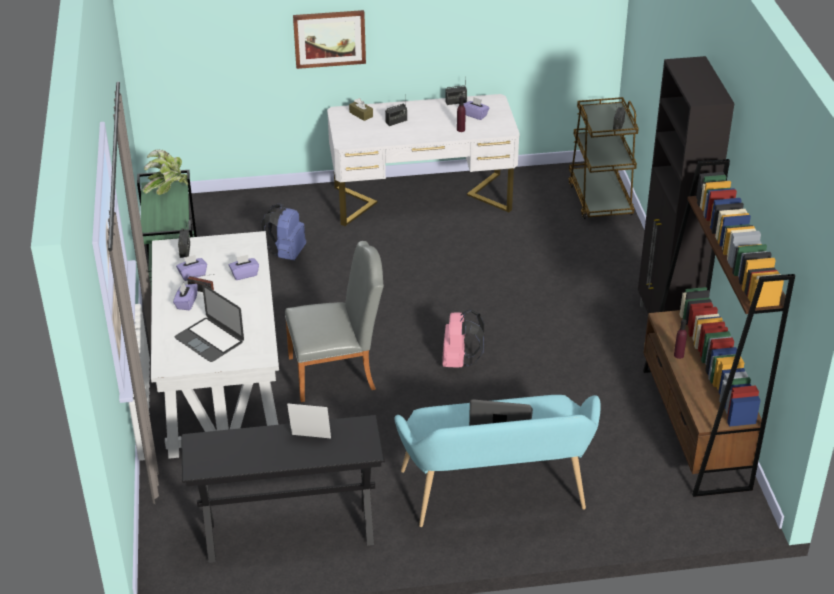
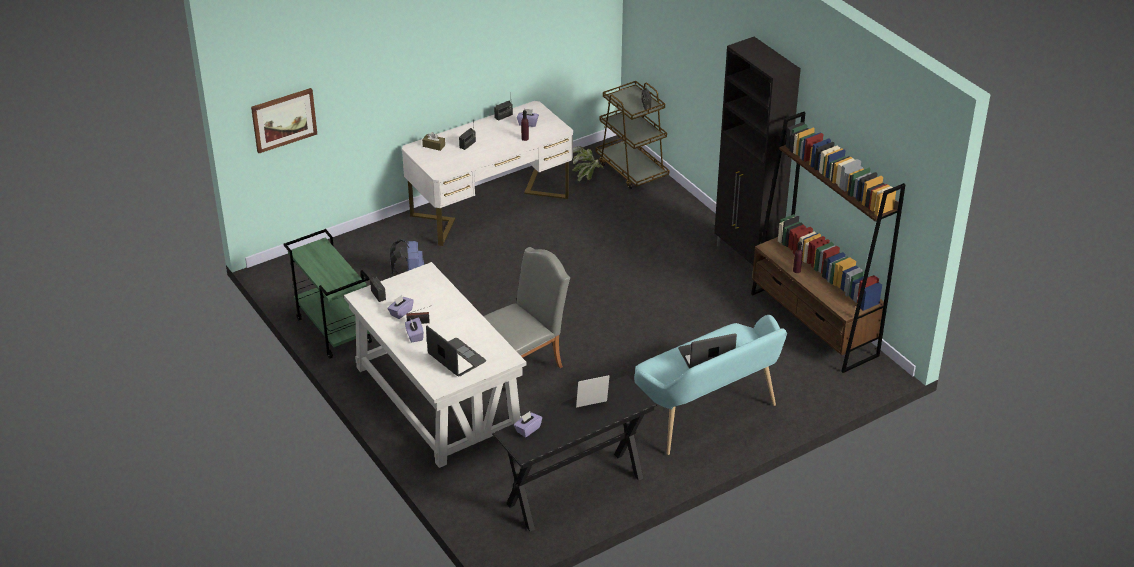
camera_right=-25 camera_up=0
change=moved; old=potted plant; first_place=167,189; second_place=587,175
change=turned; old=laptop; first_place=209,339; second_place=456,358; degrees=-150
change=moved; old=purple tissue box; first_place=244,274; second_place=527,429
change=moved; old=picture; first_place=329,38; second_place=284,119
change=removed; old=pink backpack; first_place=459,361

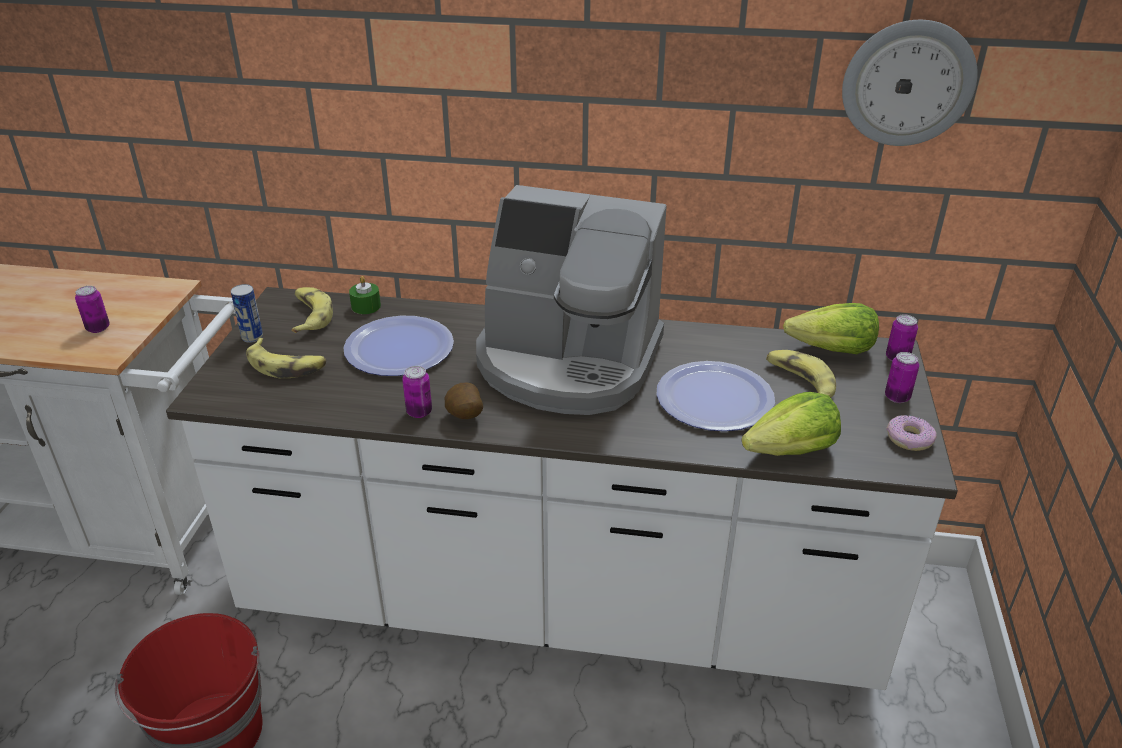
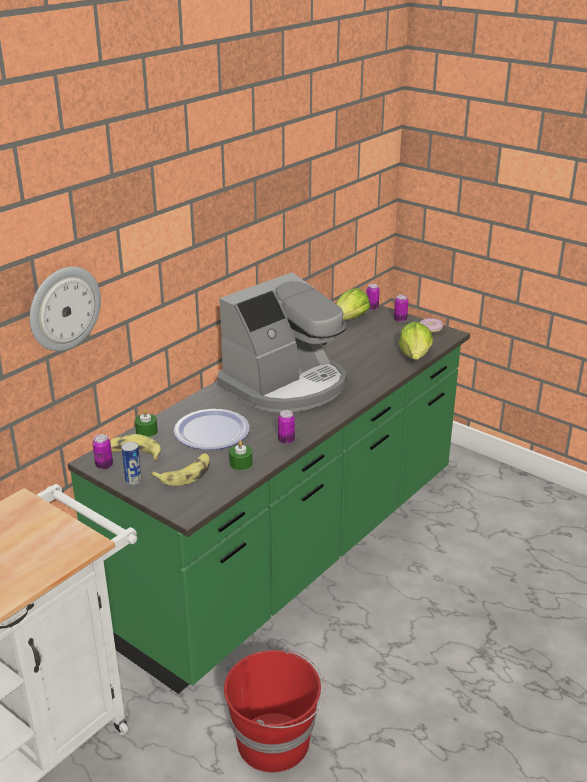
camera_right=-60 camera_up=-5
change=moved; old=can; first_place=98,328; second_place=104,465
change=recoloured; old=white counter; new=green counter; first_place=561,601; second_place=293,552
change=removed; old=potato; first_place=464,417
change=removed; old=plate; first_place=714,398
change=removed; old=banana; first_place=799,382
change=moved; old=wall clock; first_place=907,83; second_place=64,308
change=added; new=green candle; second_place=241,463

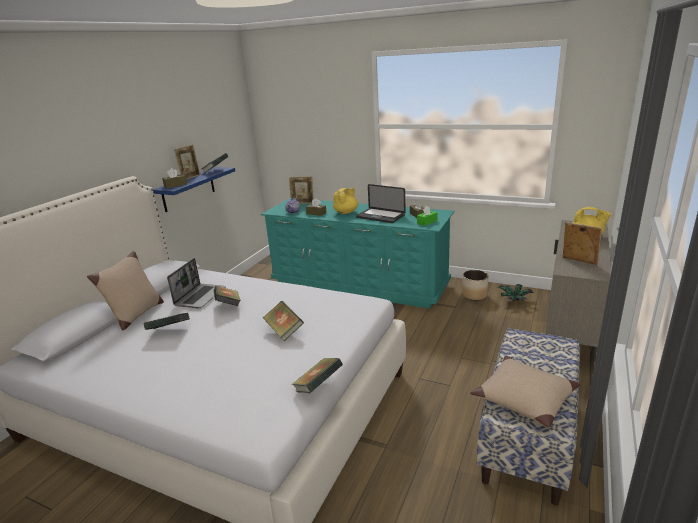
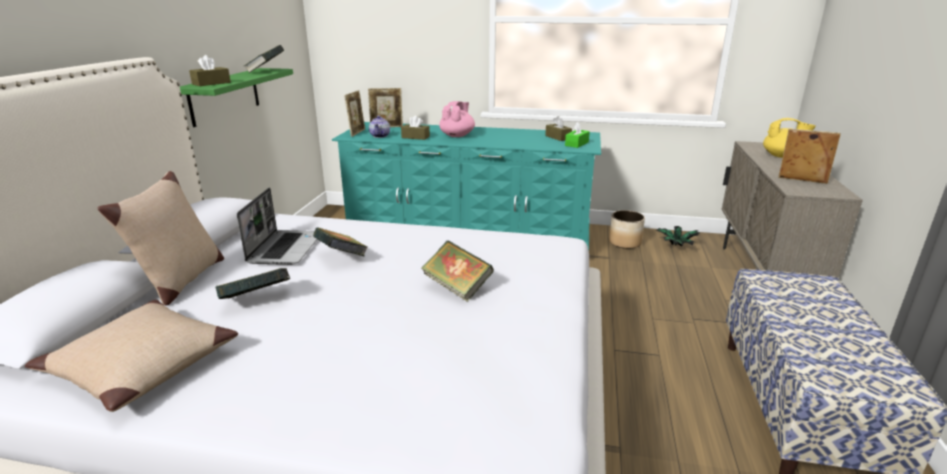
camera_right=-15 camera_up=0
change=recoloured; old=blue shelf; new=green shelf; first_place=188,189; second_place=225,96
change=moved; old=picture frame; first_place=190,178; second_place=357,133
change=removed; old=book; first_place=318,387
change=recoloured; old=yellow teapot; new=pink teapot; first_place=346,212; second_place=457,135
change=removed; old=laptop; first_place=380,216
change=moved; old=beige pillow; first_place=524,398; second_place=141,366

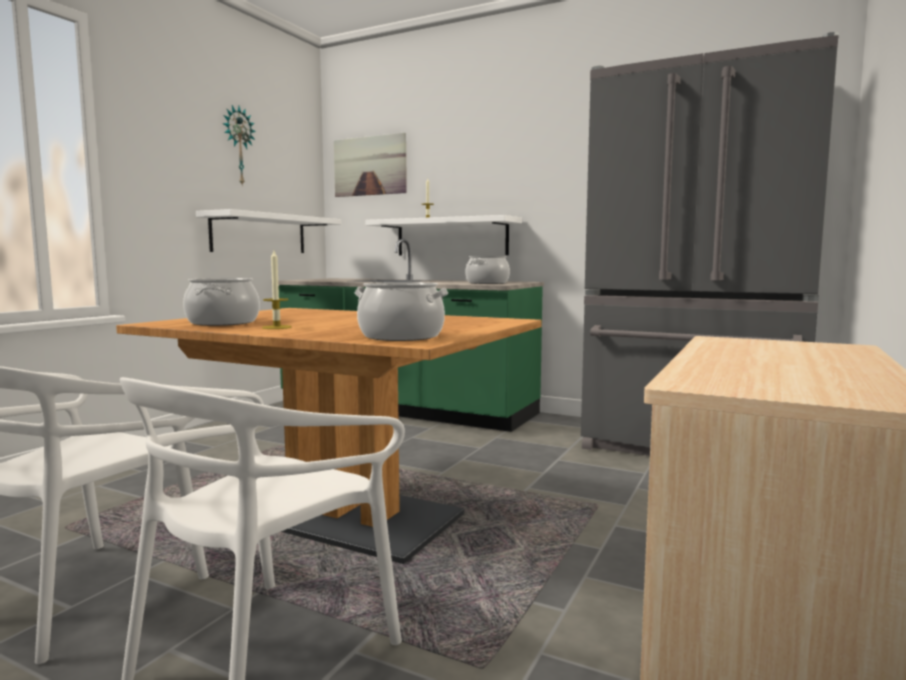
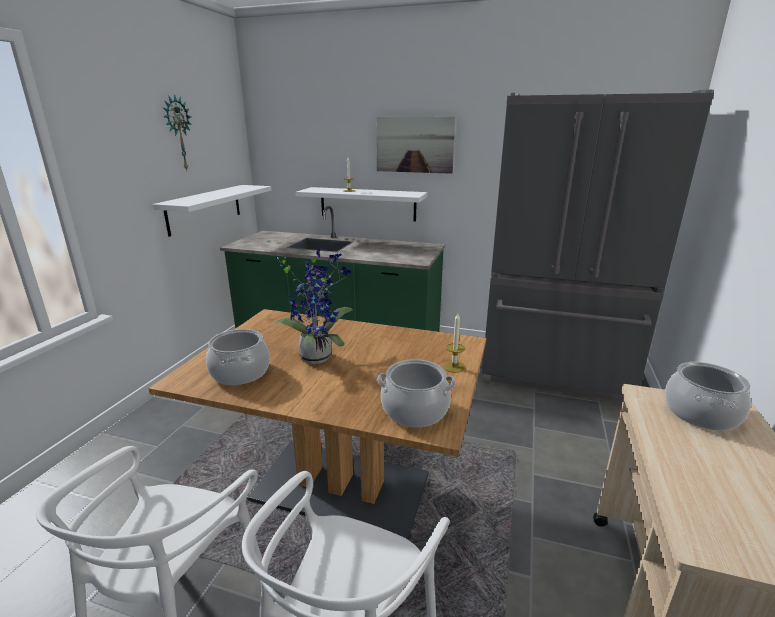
camera_right=-10 camera_up=15
change=moved; old=candle; first_place=276,327; second_place=454,367
change=moved; old=picture; first_place=370,166; second_place=414,144
change=moved; old=cooking pot; first_place=487,283; second_place=700,413
change=added; new=potted plant; second_place=318,355

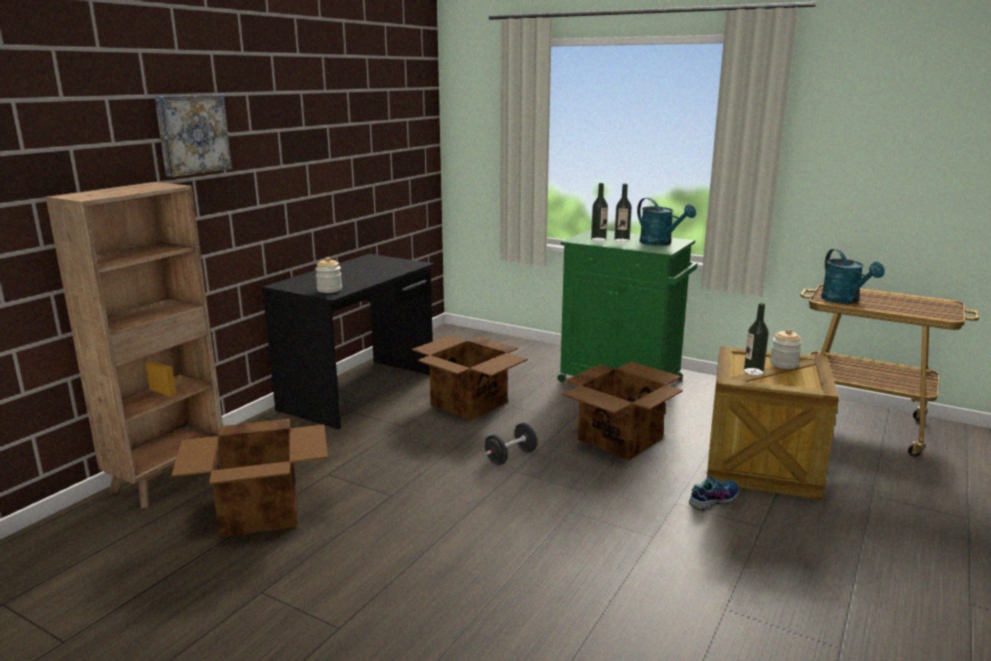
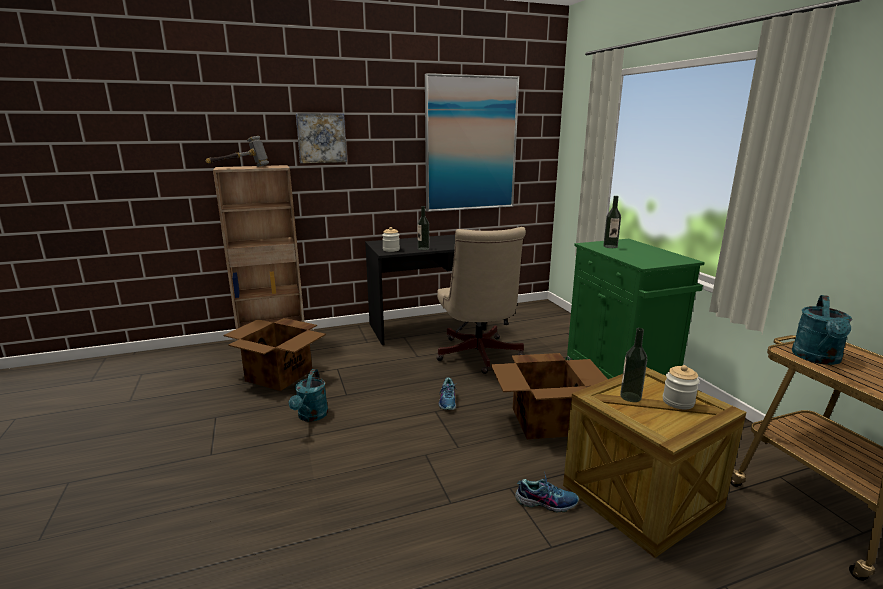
camera_right=40 camera_up=0
change=replaced; old=cardboard box; new=beige office chair; first_place=469,404; second_place=478,356
change=replaced; old=black dumbbell; new=shoe; first_place=510,457; second_place=448,401
change=moved; old=bottle; first_place=622,240; second_place=423,248
change=moved; old=turquoise watering can; first_place=660,243; second_place=311,416
change=added; new=hammer; second_place=240,167
change=added; new=picture; second_place=471,144

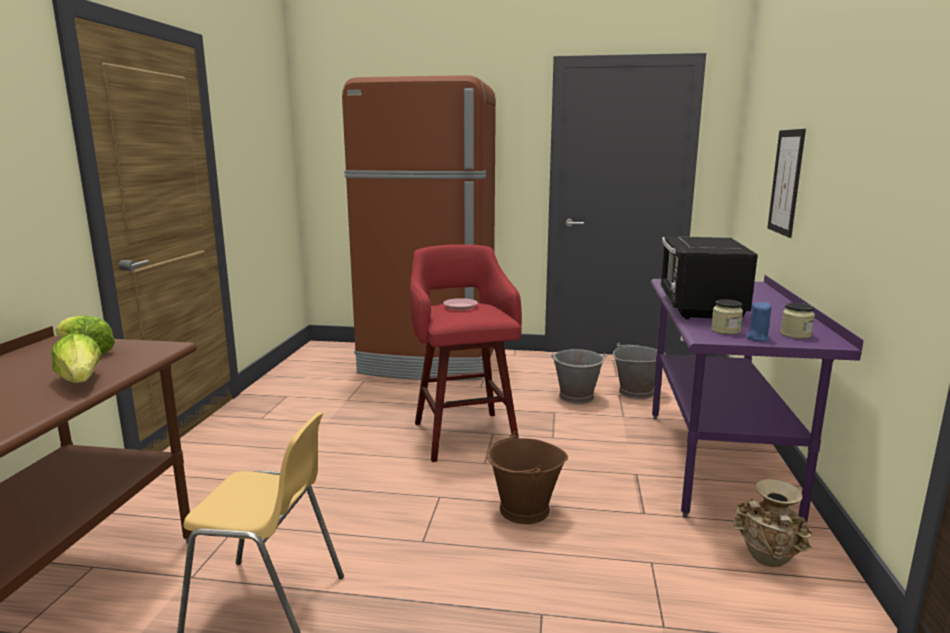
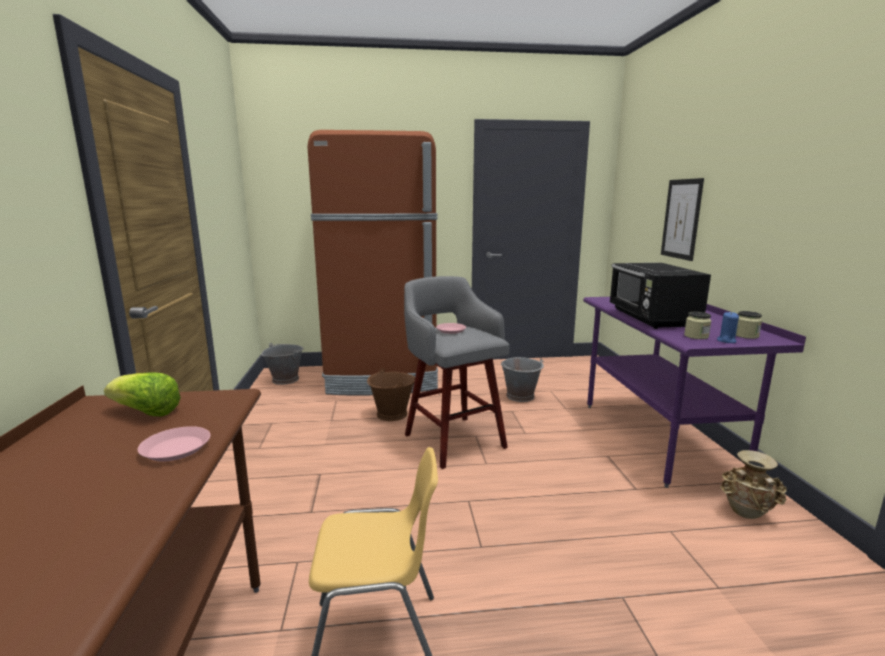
camera_right=-15 camera_up=0
change=replaced; old=lettuce; new=pink plate; first_place=81,381; second_place=176,448
change=recoloured; old=red stool; new=grey stool; first_place=464,434; second_place=453,439
change=moved; old=brown bucket; first_place=524,510; second_place=392,414
change=moved; old=grey bucket; first_place=635,392; second_place=285,379

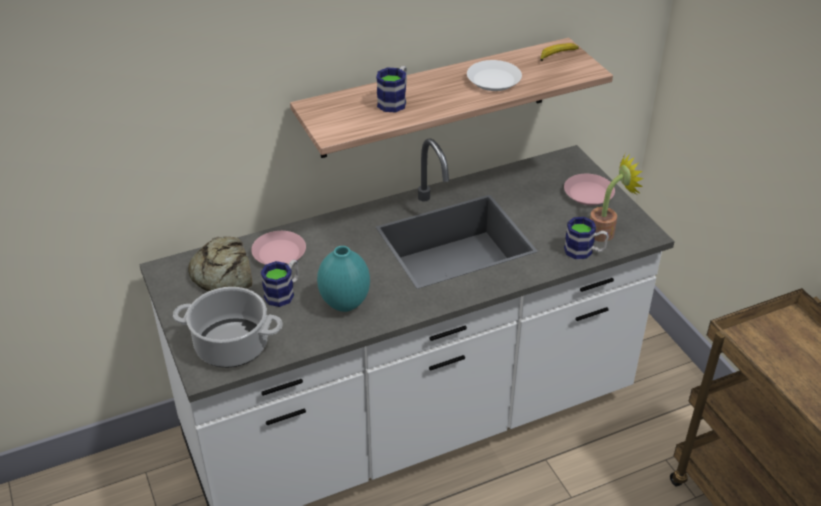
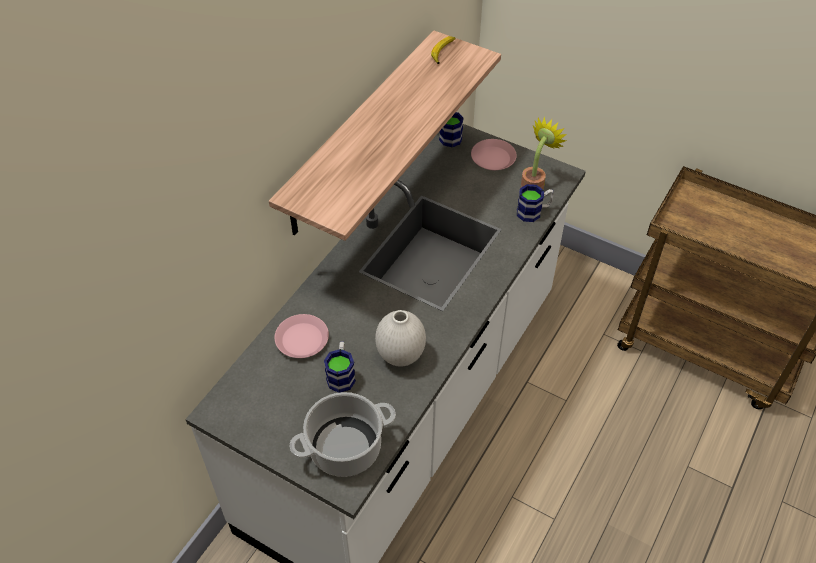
camera_right=-35 camera_up=10
change=removed; old=bread; first_place=223,273
change=recoloured; old=turquoise vase; new=white vase; first_place=344,304; second_place=400,357
change=moved; old=mug; first_place=395,101; second_place=449,135
change=removed; old=white plate; first_place=494,80

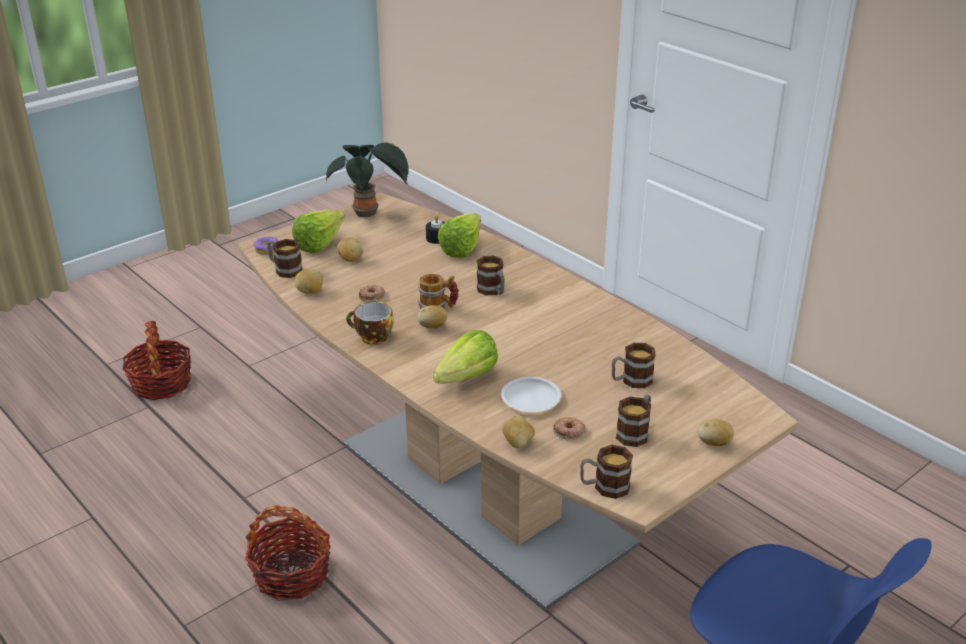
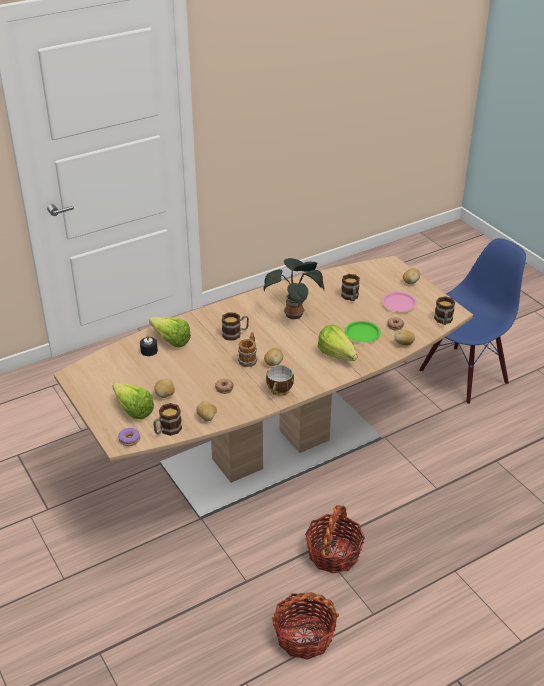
camera_right=-80 camera_up=5
change=moved; old=basket; first_place=161,384; second_place=304,636
change=moved; old=potted plant; first_place=369,213; second_place=295,314
change=recoloured; old=white plate; new=green plate; first_place=531,398; second_place=362,334
change=replaced; old=mug; new=pink plate; first_place=635,432; second_place=398,304

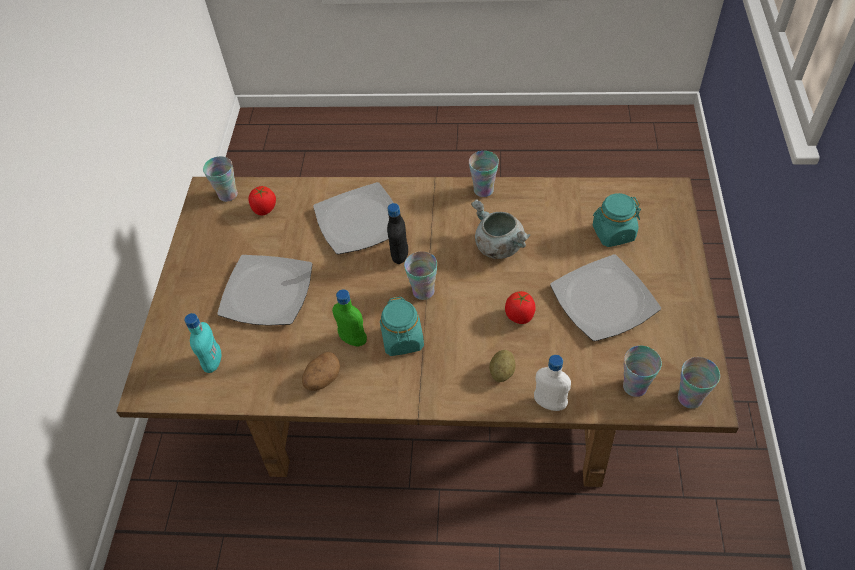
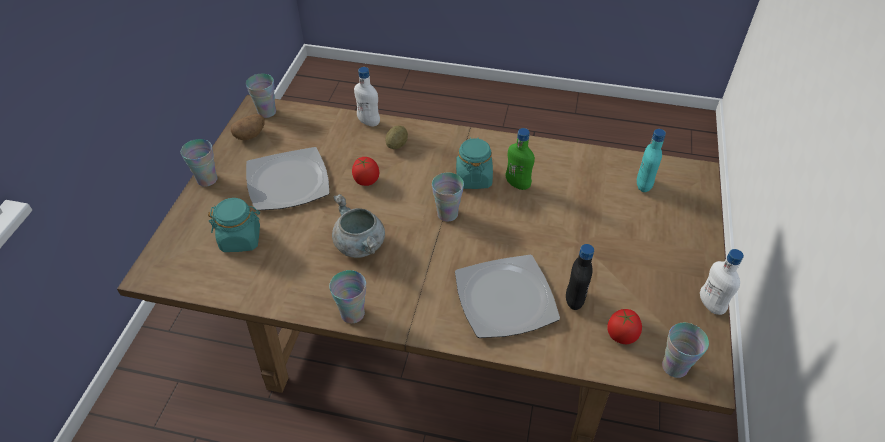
camera_right=-175 camera_up=-5
change=removed; old=plate; first_place=268,292
change=moved; old=potato; first_place=322,379; second_place=250,135
change=moved; old=black bottle; first_place=400,255; second_place=574,300
change=moved; old=cup; first_place=635,386; second_place=207,179
change=added; new=white bottle; second_place=711,305

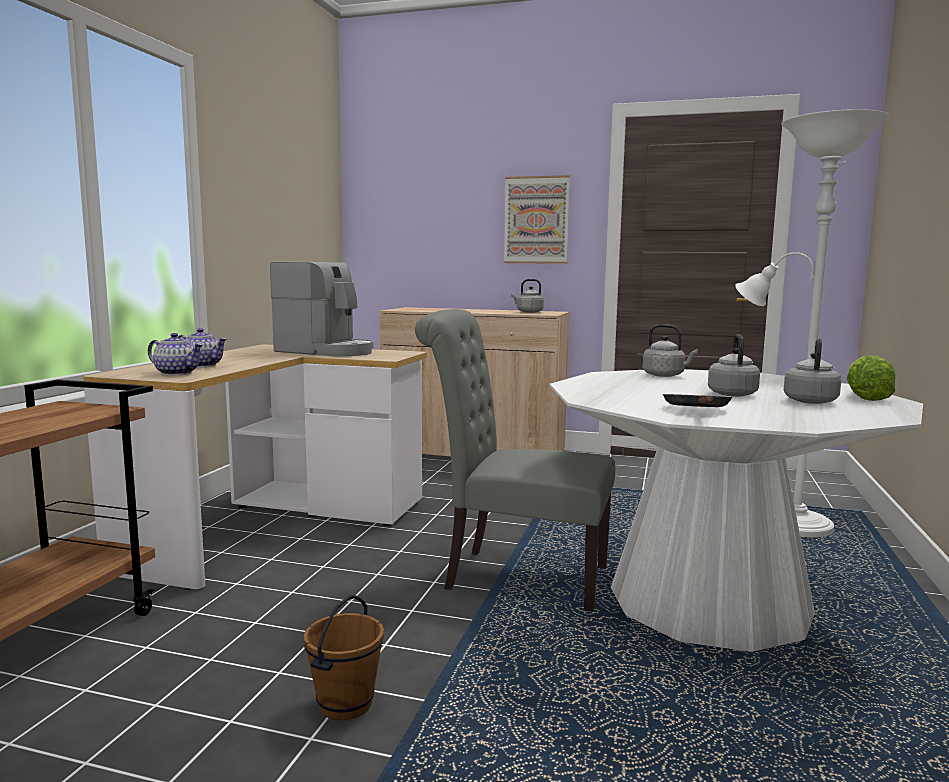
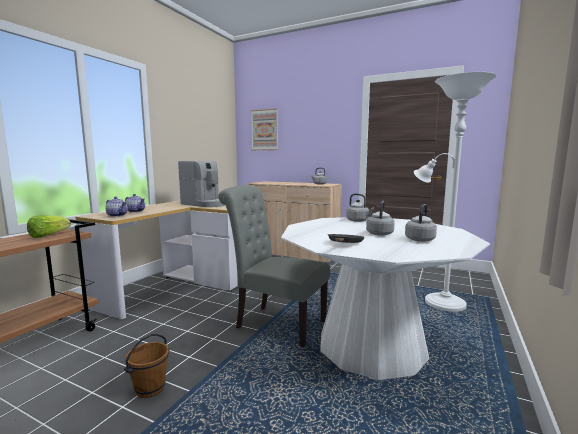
camera_right=10 camera_up=0
change=moved; old=picture; first_place=536,220; second_place=265,130
change=moved; old=lettuce; first_place=865,397; second_place=48,235

